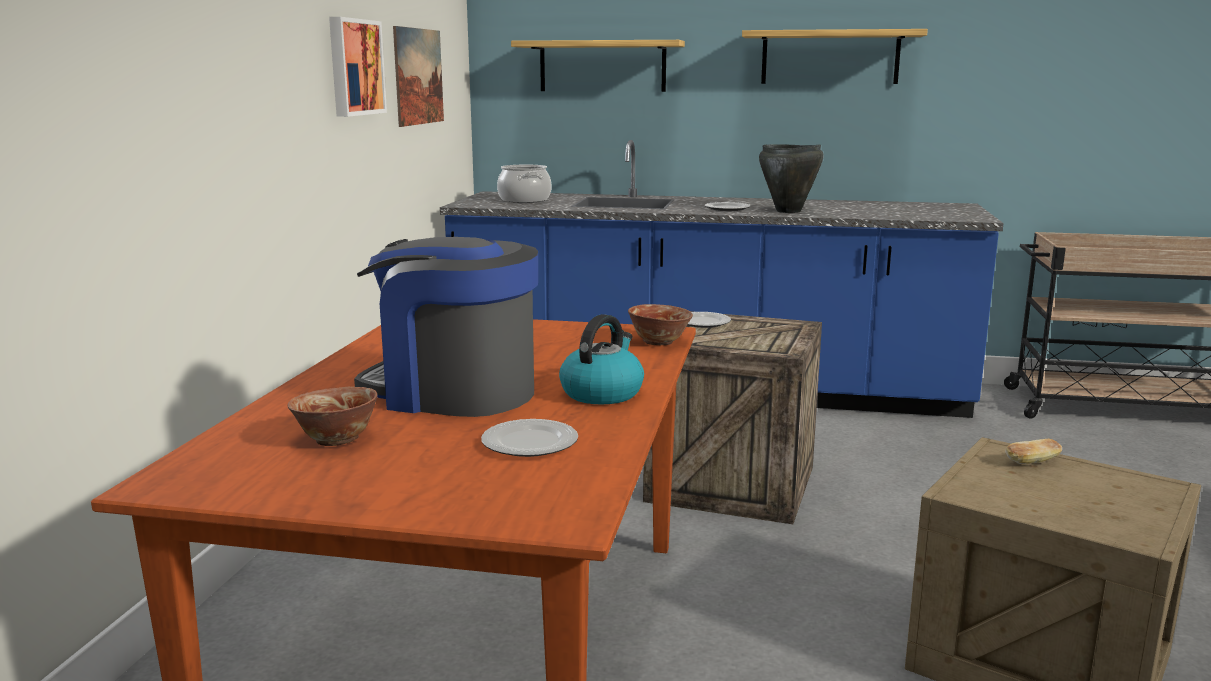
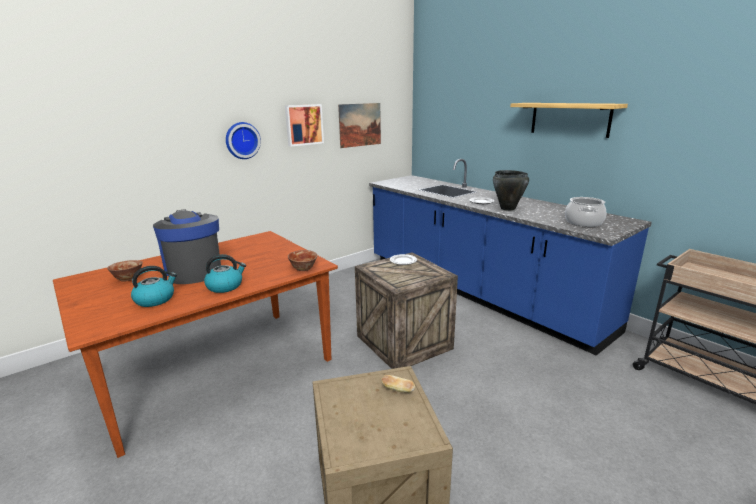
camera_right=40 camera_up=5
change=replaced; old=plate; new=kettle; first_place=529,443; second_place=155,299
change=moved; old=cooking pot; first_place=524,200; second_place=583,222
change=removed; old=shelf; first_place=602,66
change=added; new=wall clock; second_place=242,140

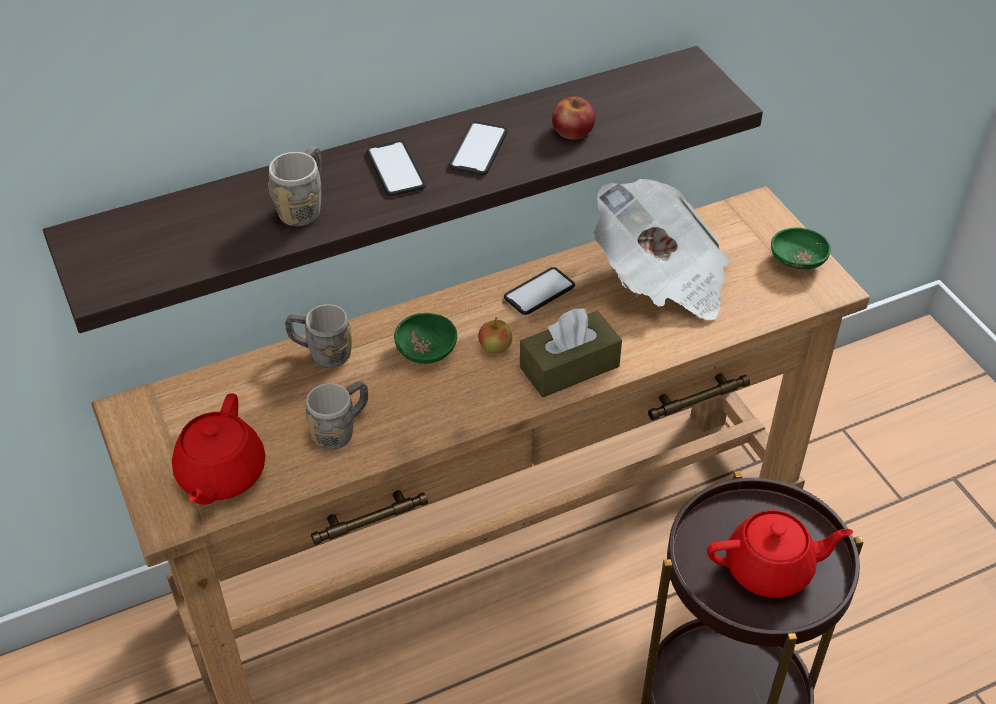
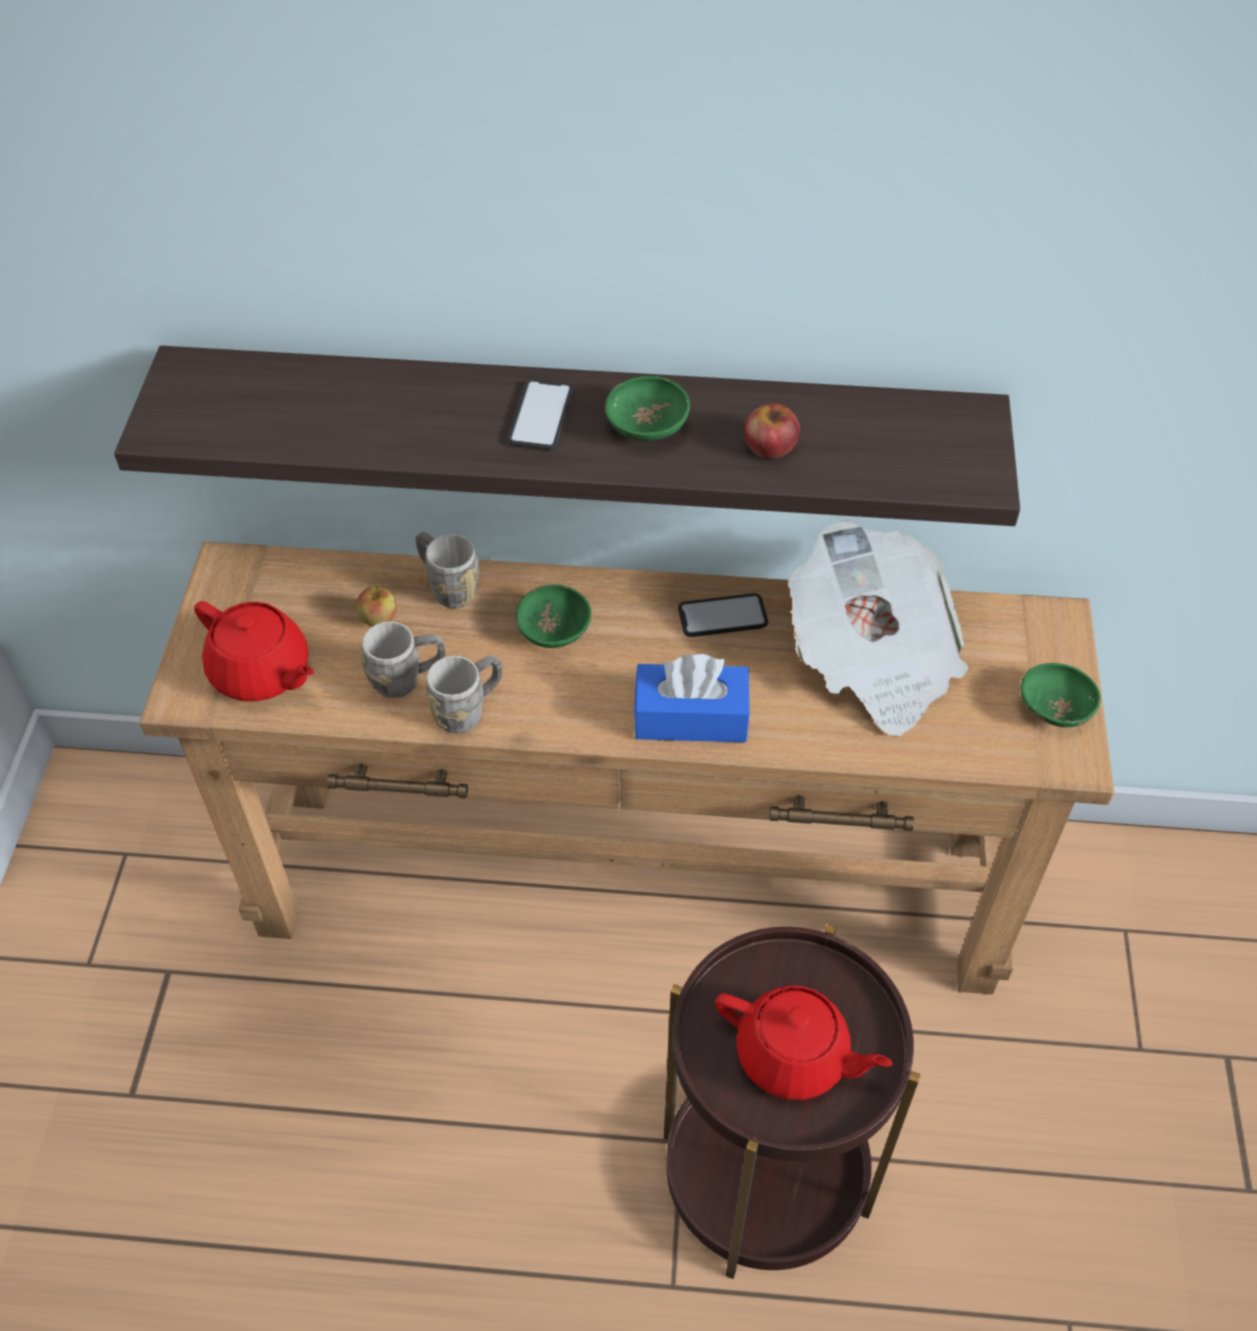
camera_right=30 camera_up=5
change=turned; old=red teapot; first_place=220,475; second_place=262,673; degrees=-90
change=moved; old=grey mug; first_place=304,206; second_place=468,709
change=replaced; old=phone; new=green bowl; first_place=478,149; second_place=647,427
change=moved; old=apple; first_place=495,348; second_place=378,619
change=recoloured; old=brown tissue box; new=blue tissue box; first_place=569,367; second_place=691,717

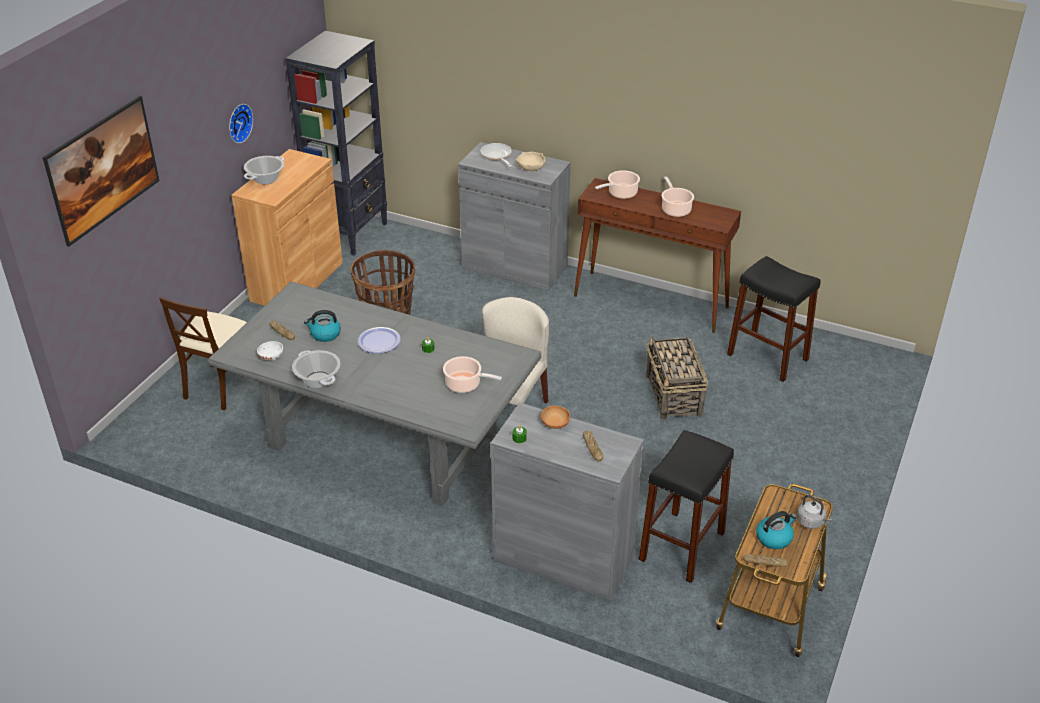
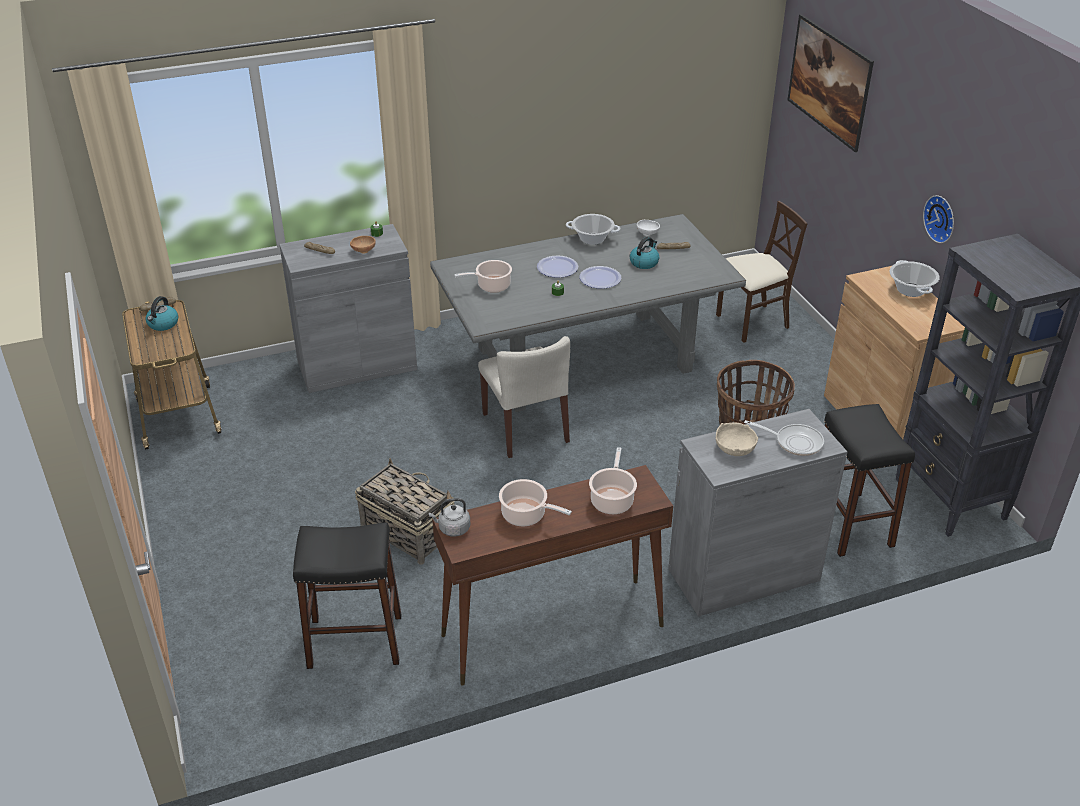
camera_right=135 camera_up=0
change=turned; old=beige chair; first_place=220,386; second_place=752,322; degrees=90
change=moved; old=black stool; first_place=682,546; second_place=849,524
change=moved; old=grey kettle; first_place=811,522; second_place=452,529
change=added; new=plate; second_place=557,268

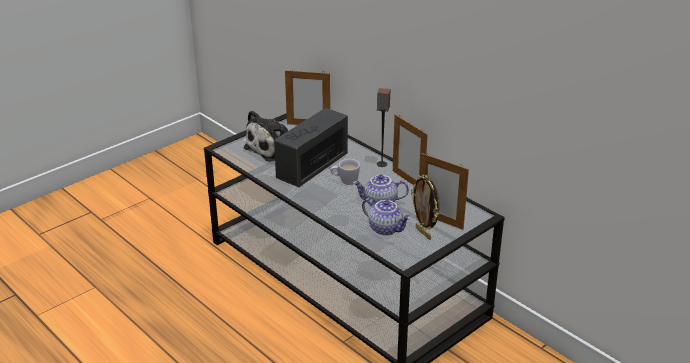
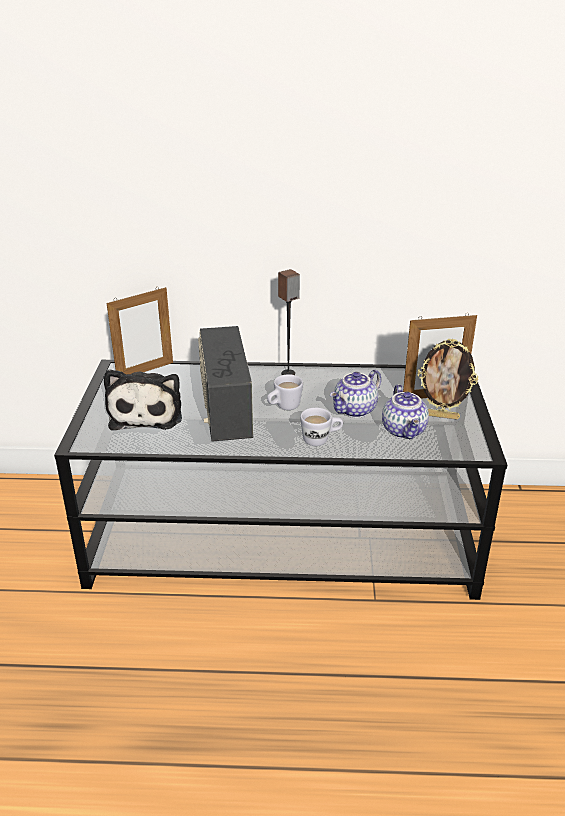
camera_right=-45 camera_up=0
change=turned; old=teapot; first_place=386,228; second_place=405,431; degrees=90
change=removed; old=picture frame; first_place=408,181
change=added; new=white mug; second_place=321,440

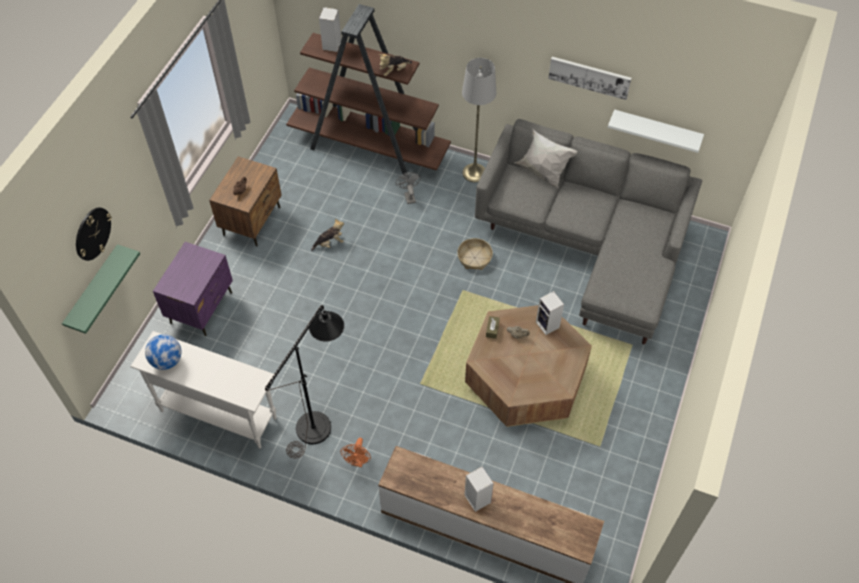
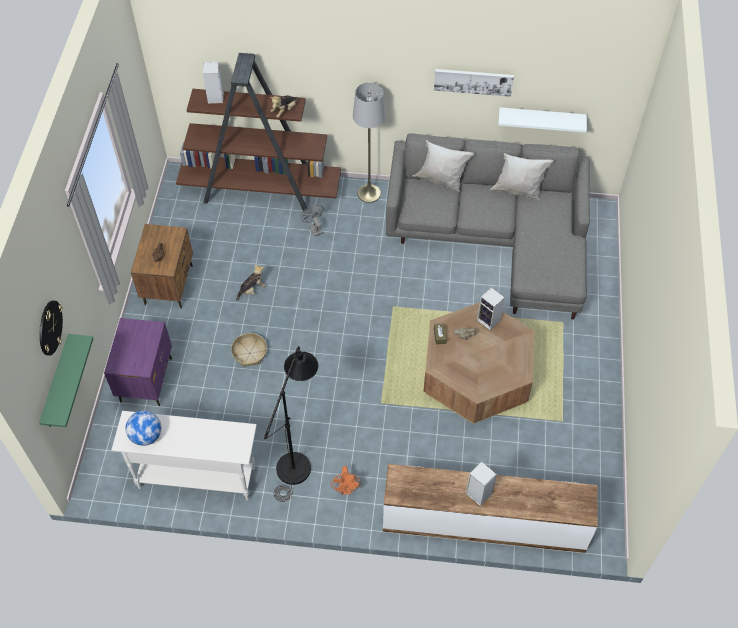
camera_right=-15 camera_up=0
change=moved; old=basket; first_place=474,258; second_place=249,353
change=added; new=white pillow; second_place=518,192

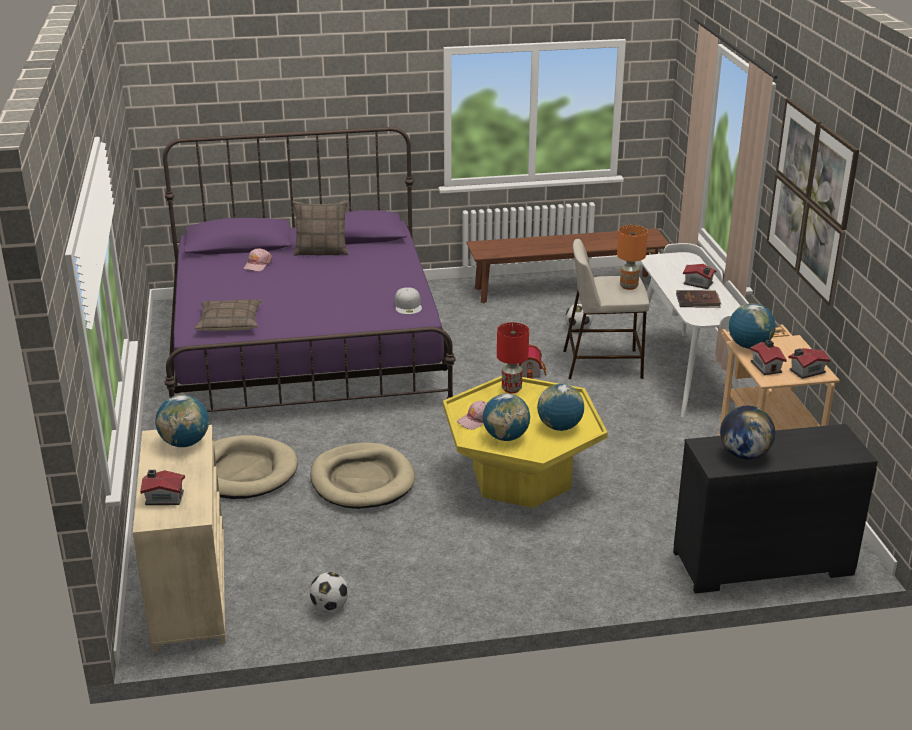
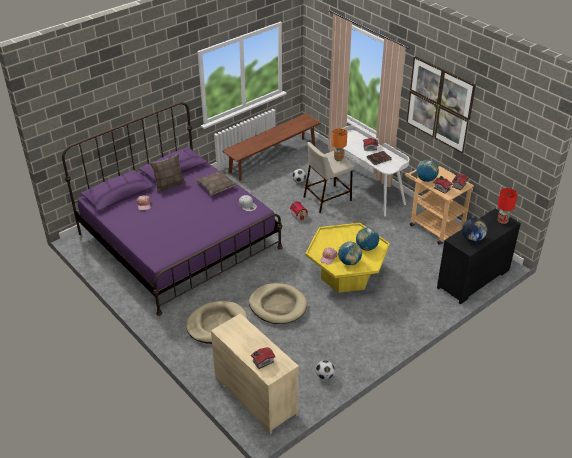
camera_right=-30 camera_up=10
change=removed; old=globe; first_place=185,443
change=moved; old=pillow; first_place=229,322; second_place=216,186
change=moved; old=red table lamp; first_place=511,389; second_place=502,221

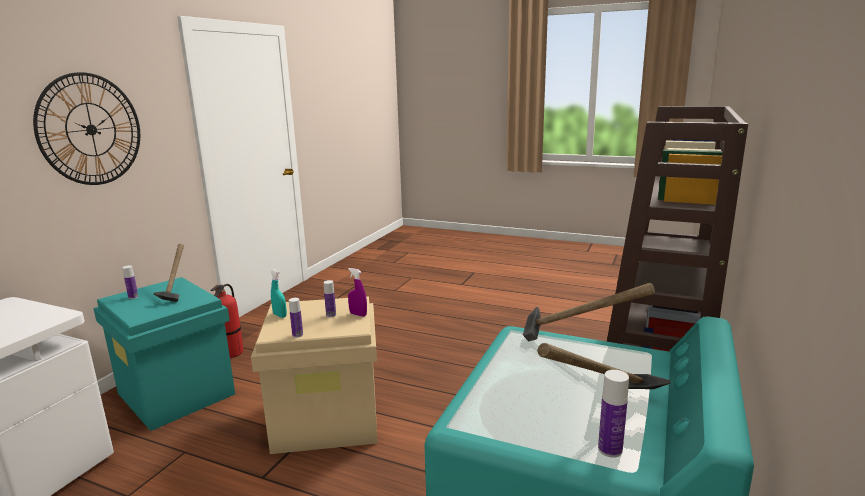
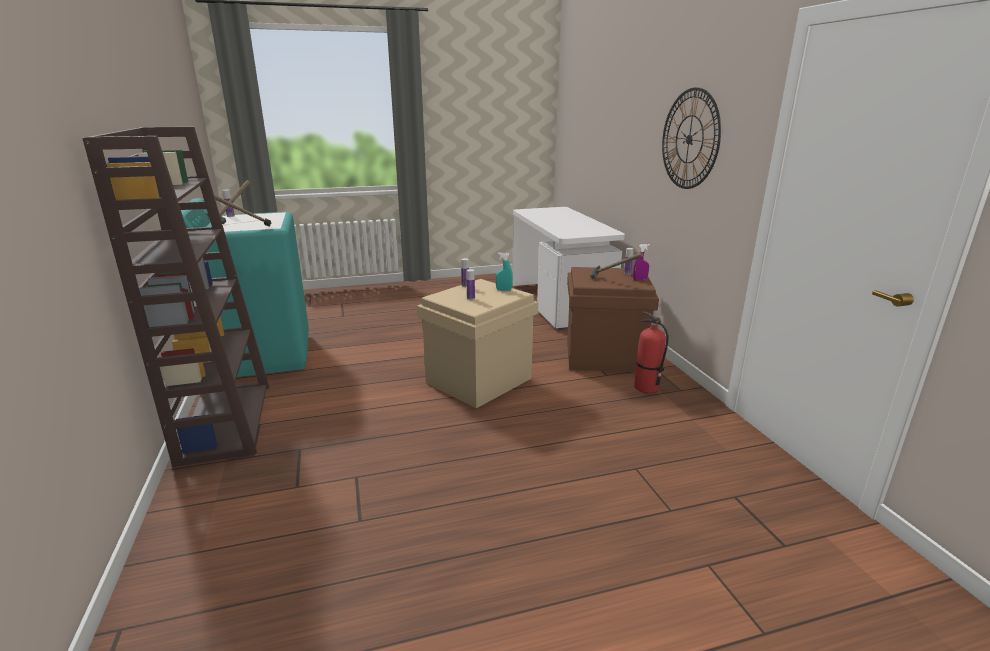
camera_right=140 camera_up=5
change=recoloured; old=turquoise storage box; new=brown storage box; first_place=177,394; second_place=603,356
change=moved; old=purple spray bottle; first_place=358,314; second_place=640,279

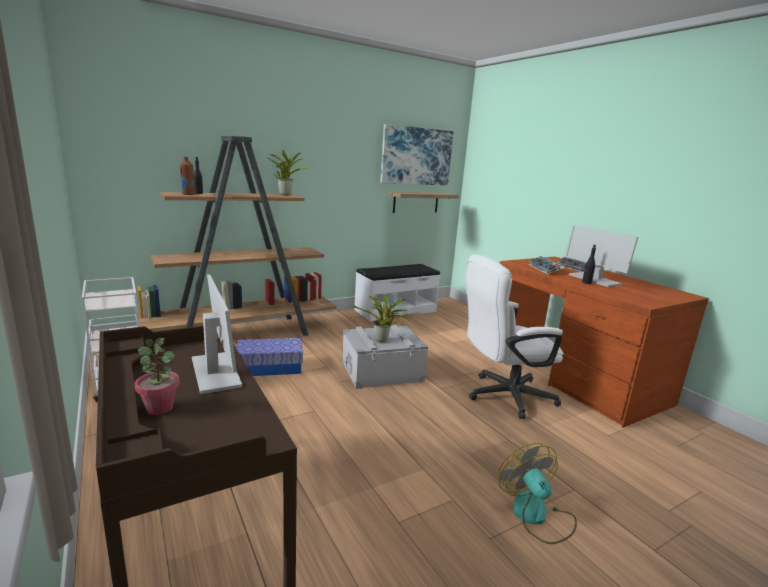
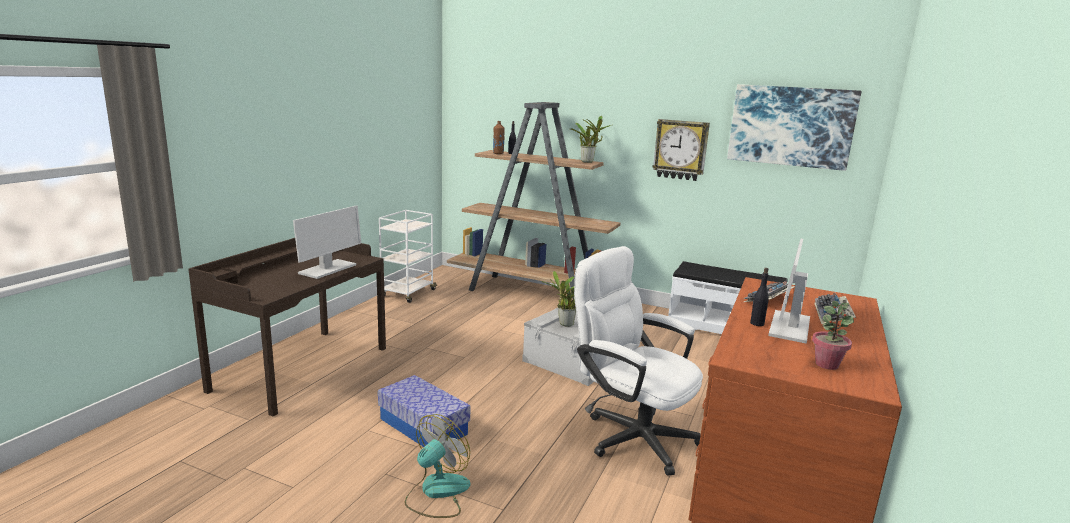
camera_right=55 camera_up=0
change=moved; old=potted plant; first_place=160,408; second_place=827,364
change=moved; old=storage box; first_place=269,367; second_place=423,426
change=removed; old=shelf; first_place=416,202
change=added; new=wall clock; second_place=680,149

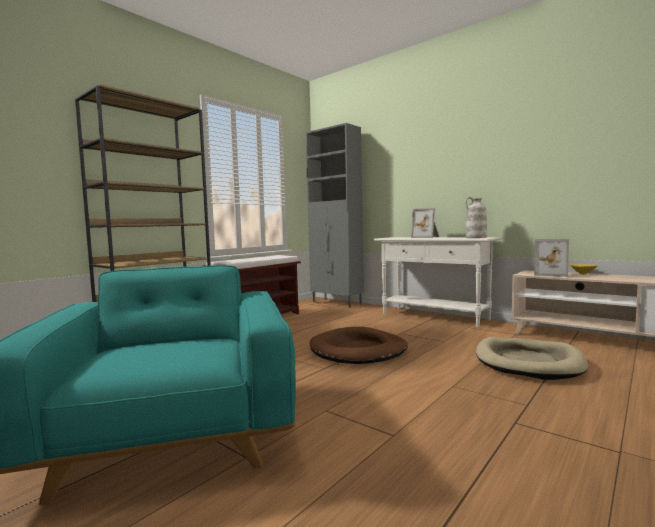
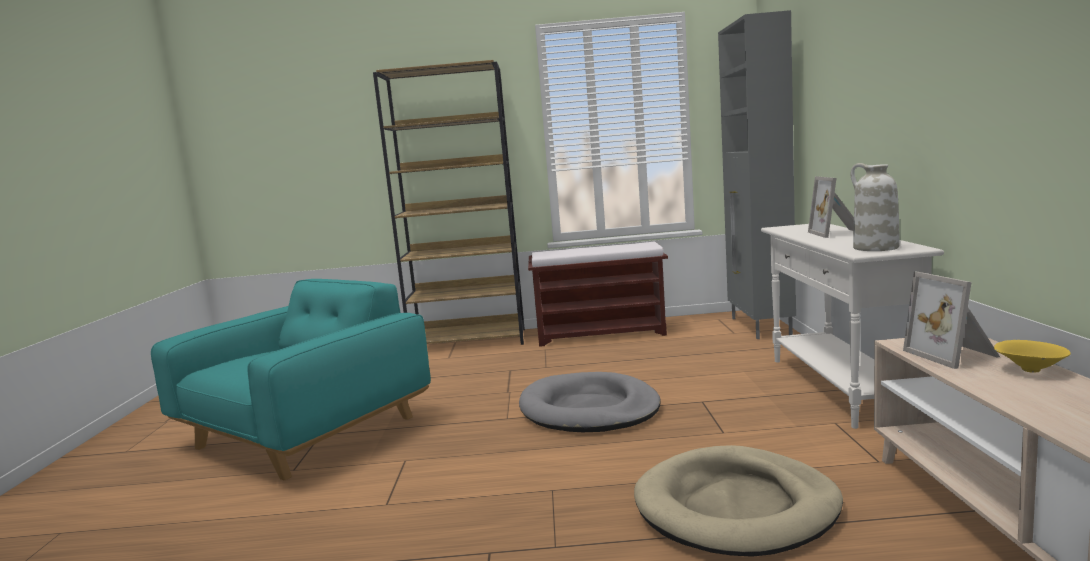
camera_right=50 camera_up=5
change=recoloured; old=brown dog bed; new=grey dog bed; first_place=358,350; second_place=589,409

